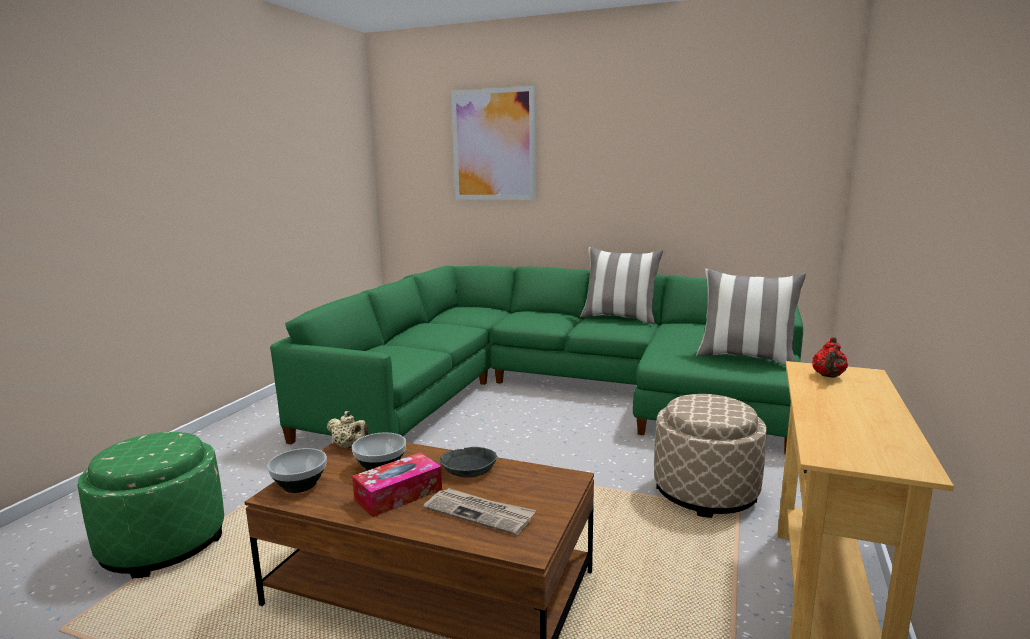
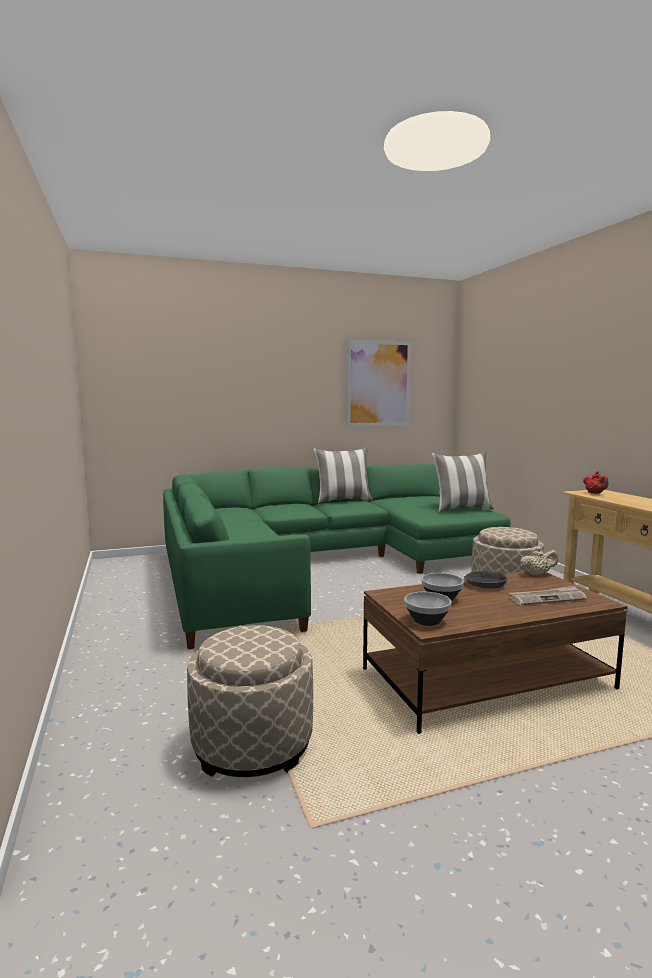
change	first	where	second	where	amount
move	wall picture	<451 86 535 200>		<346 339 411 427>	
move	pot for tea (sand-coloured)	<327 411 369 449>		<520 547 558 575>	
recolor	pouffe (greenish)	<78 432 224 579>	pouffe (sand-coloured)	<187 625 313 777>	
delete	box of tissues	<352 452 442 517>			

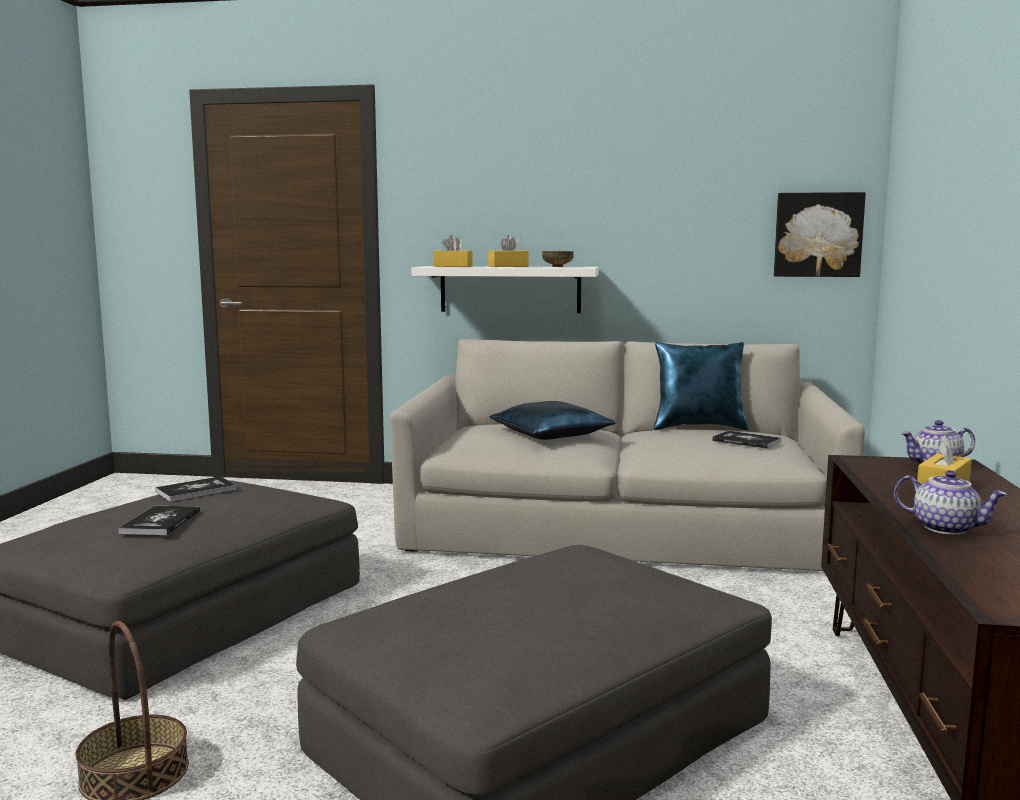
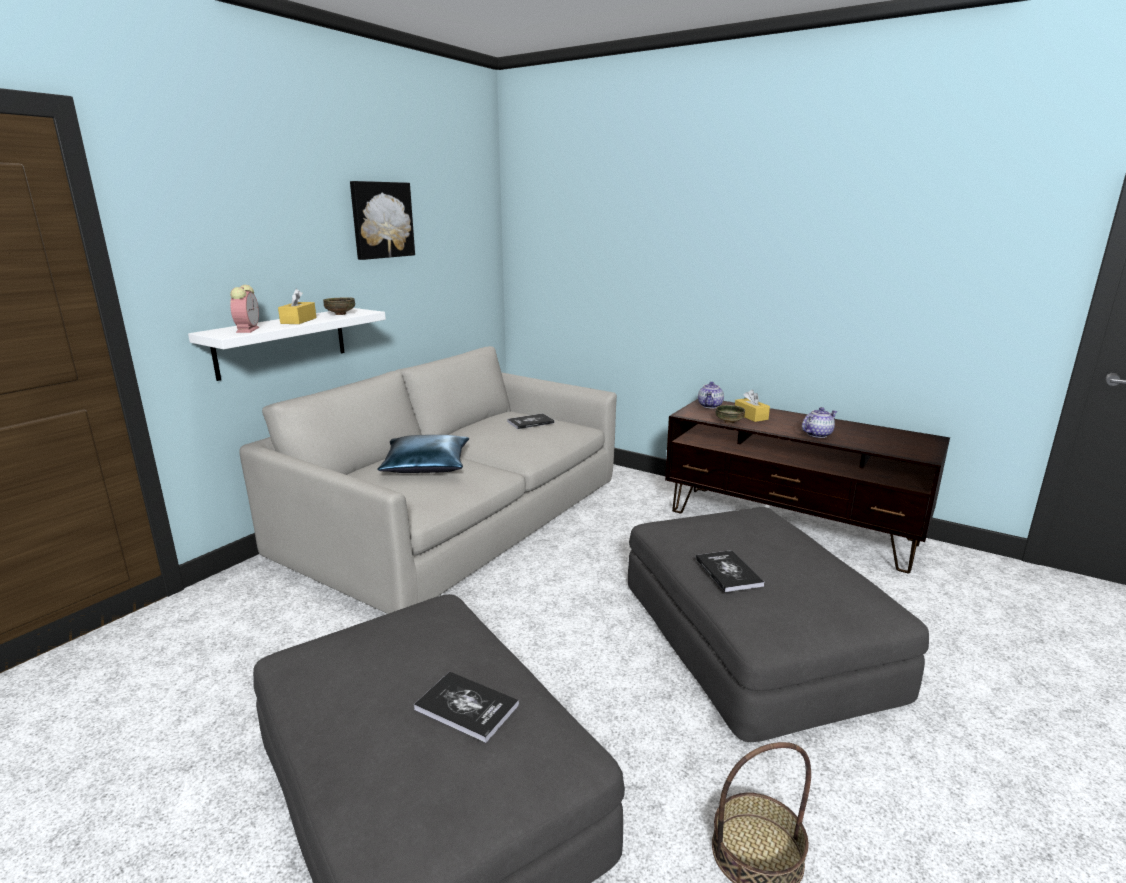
change	first	where	second	where	amount
move	wall picture	<774 192 866 277>		<350 181 415 260>	
replace	box of tissues (yellow)	<433 235 473 267>	alarm clock	<230 285 259 333>	
delete	throw pillow (blue-coloured)	<654 342 749 430>			
move	book	<155 476 237 502>		<696 550 764 592>	
insert			bowl	<716 405 745 424>	

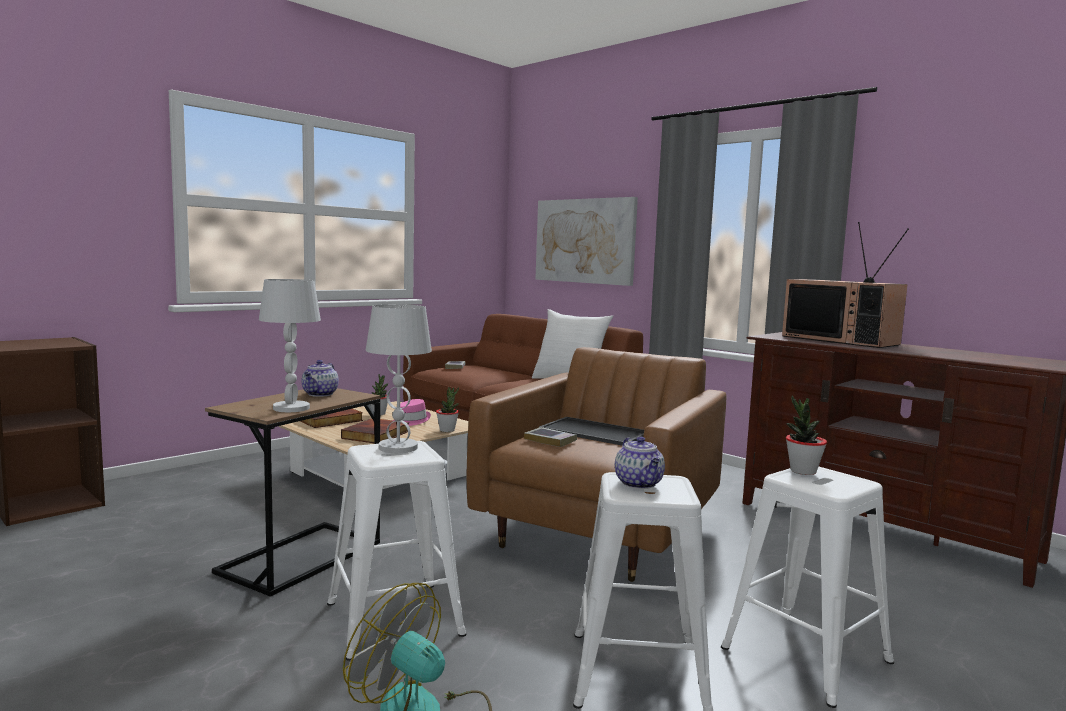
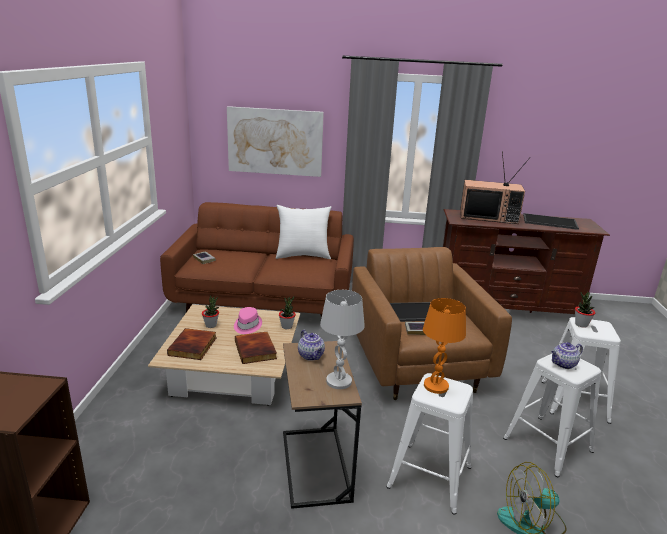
change	first	where	second	where	amount
recolor	table lamp (whitish)	<366 304 432 453>	table lamp (orange-coloured)	<423 298 466 394>	
rotate	pot for tea	<615 436 665 489>		<551 342 583 369>	120 degrees clockwise
insert			tray	<523 213 579 230>	

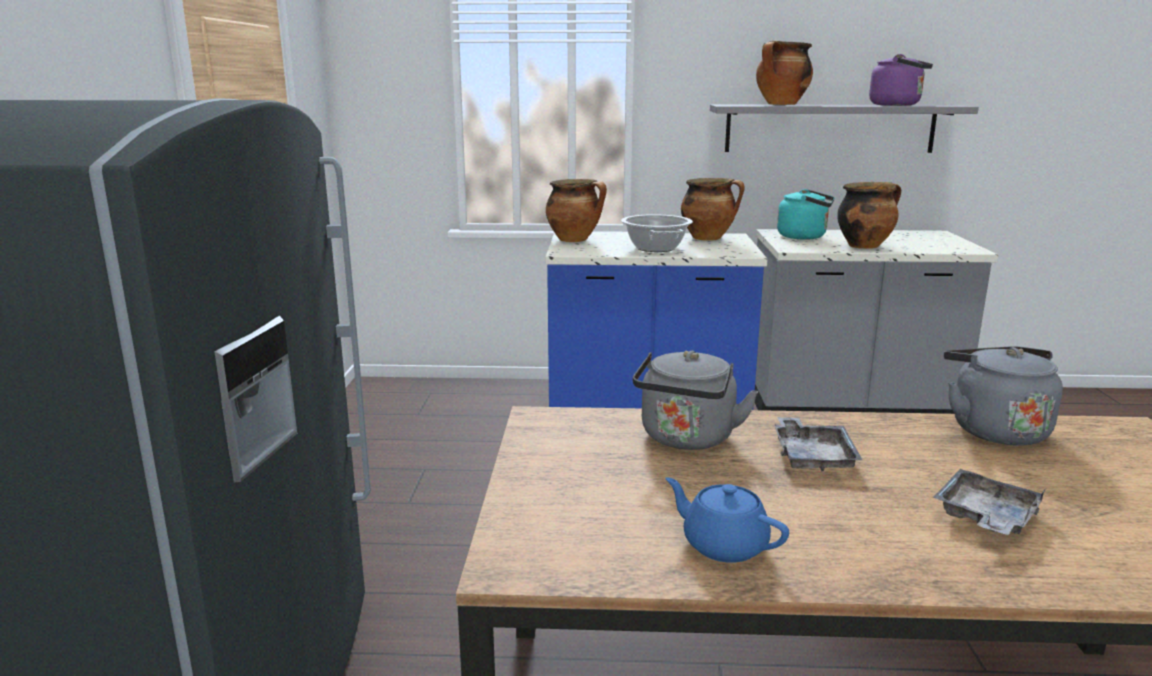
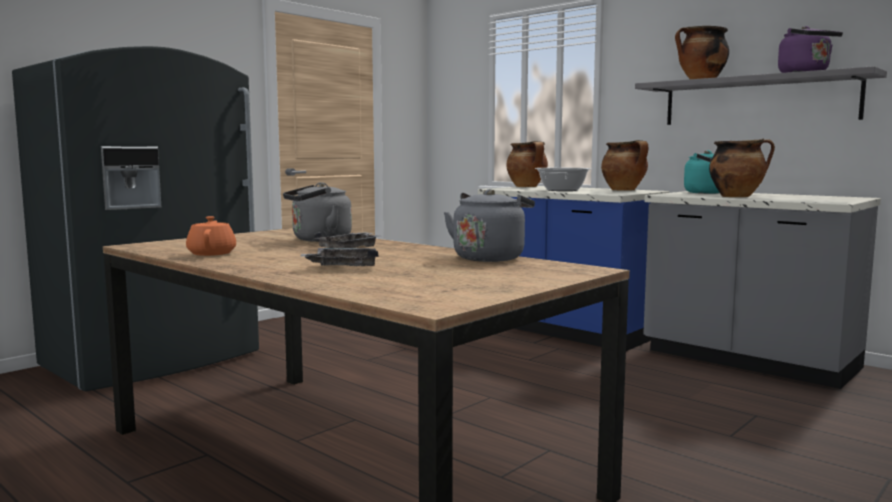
change	first	where	second	where	amount
recolor	pot for tea (blue-coloured)	<665 477 789 563>	pot for tea (orange-coloured)	<186 216 236 256>	

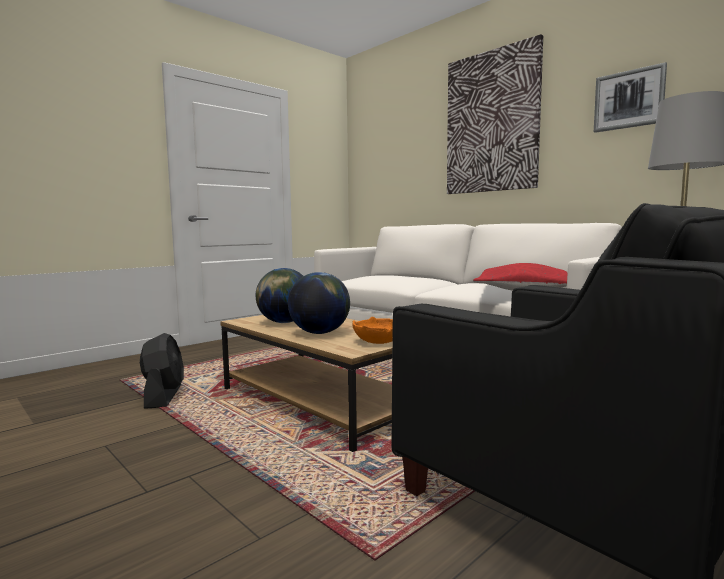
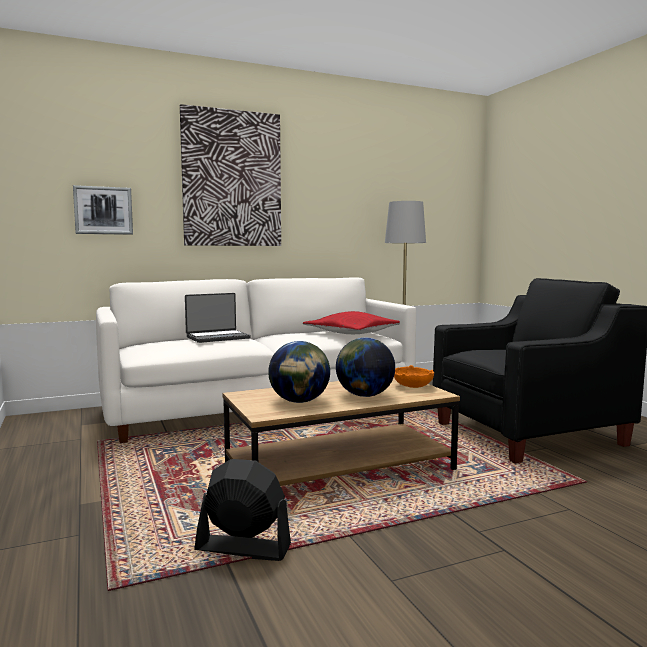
change	first	where	second	where	amount
move	wall picture	<594 62 667 133>		<73 185 133 235>	
insert			laptop	<185 293 251 343>	

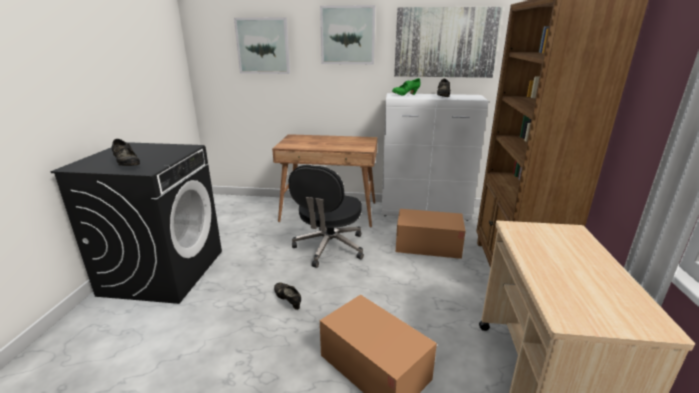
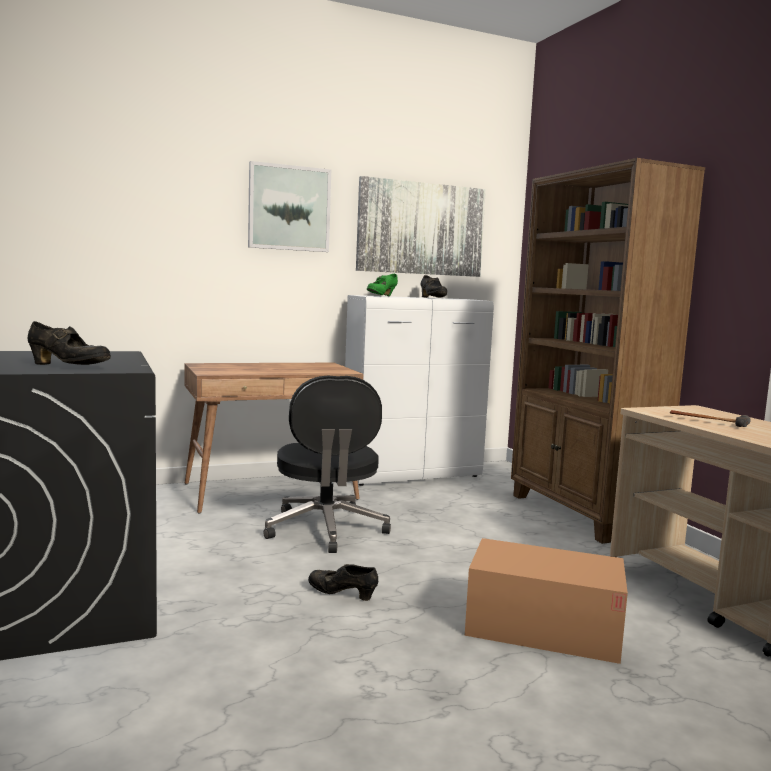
change	first	where	second	where	amount
delete	wall picture	<234 18 290 74>			
delete	cardboard box	<396 209 466 259>			
insert			hand hammer	<670 410 751 427>	

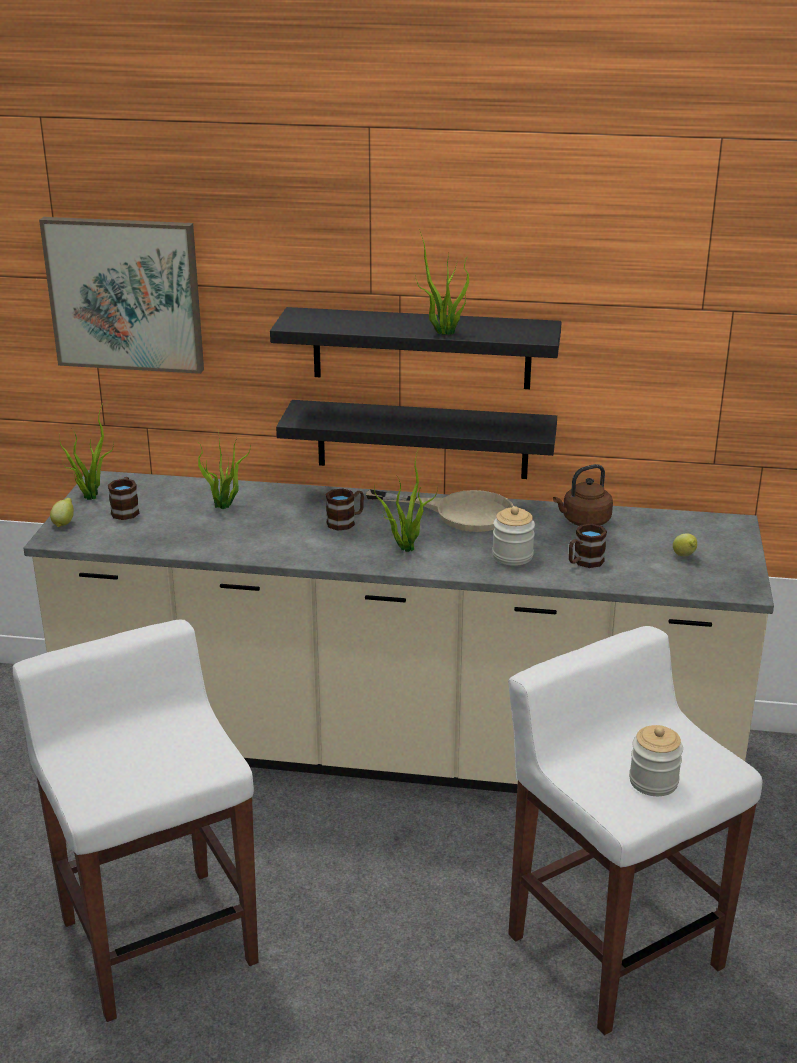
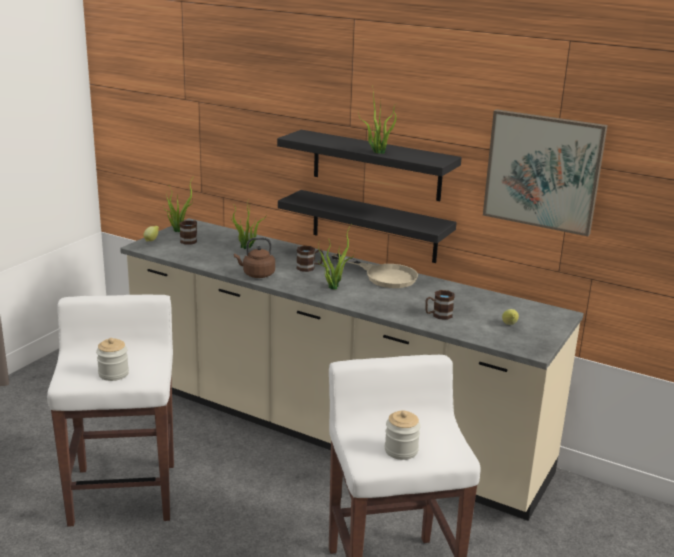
change	first	where	second	where	amount
move	wall picture	<39 217 204 374>		<483 109 608 236>	
move	kettle (brown)	<553 464 613 526>		<234 237 275 278>	
move	storage jar	<492 506 535 566>		<96 338 129 381>	

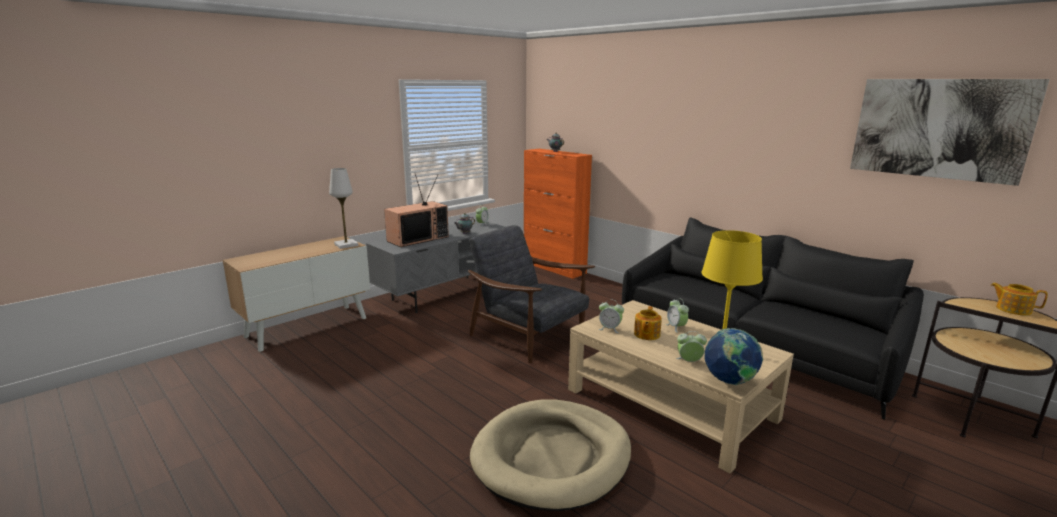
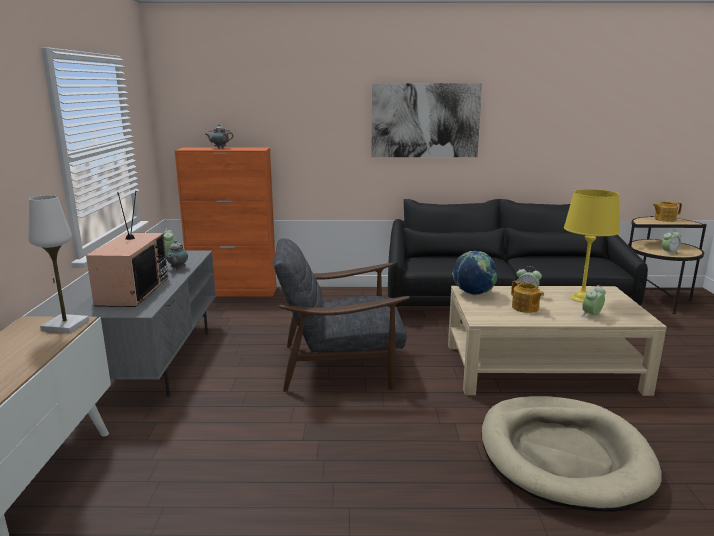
change	first	where	second	where	amount
move	wall picture	<850 79 1050 186>		<371 83 482 157>	
move	alarm clock	<598 299 624 333>		<662 229 681 256>	
move	world globe	<705 328 763 385>		<452 251 498 295>	

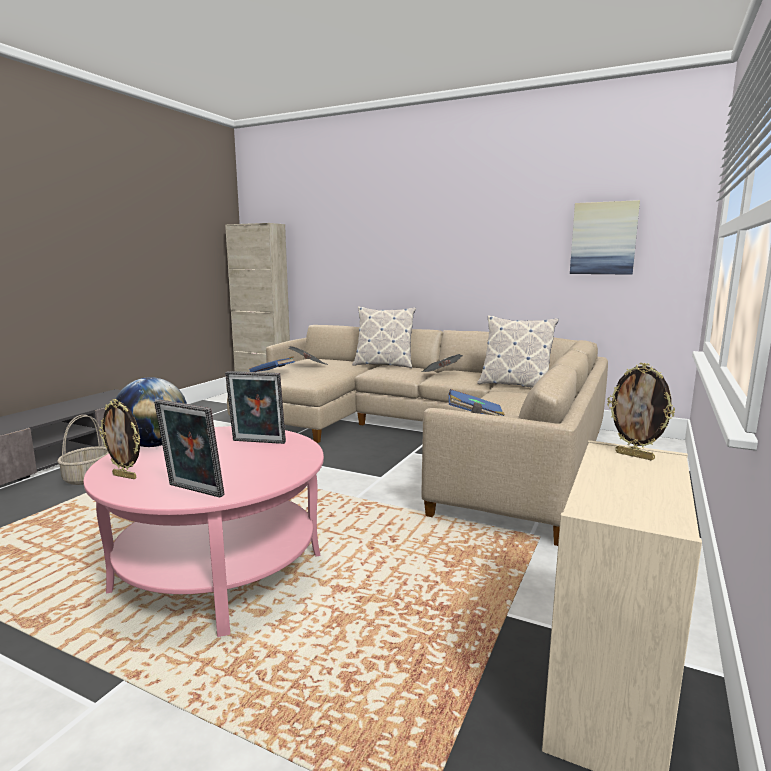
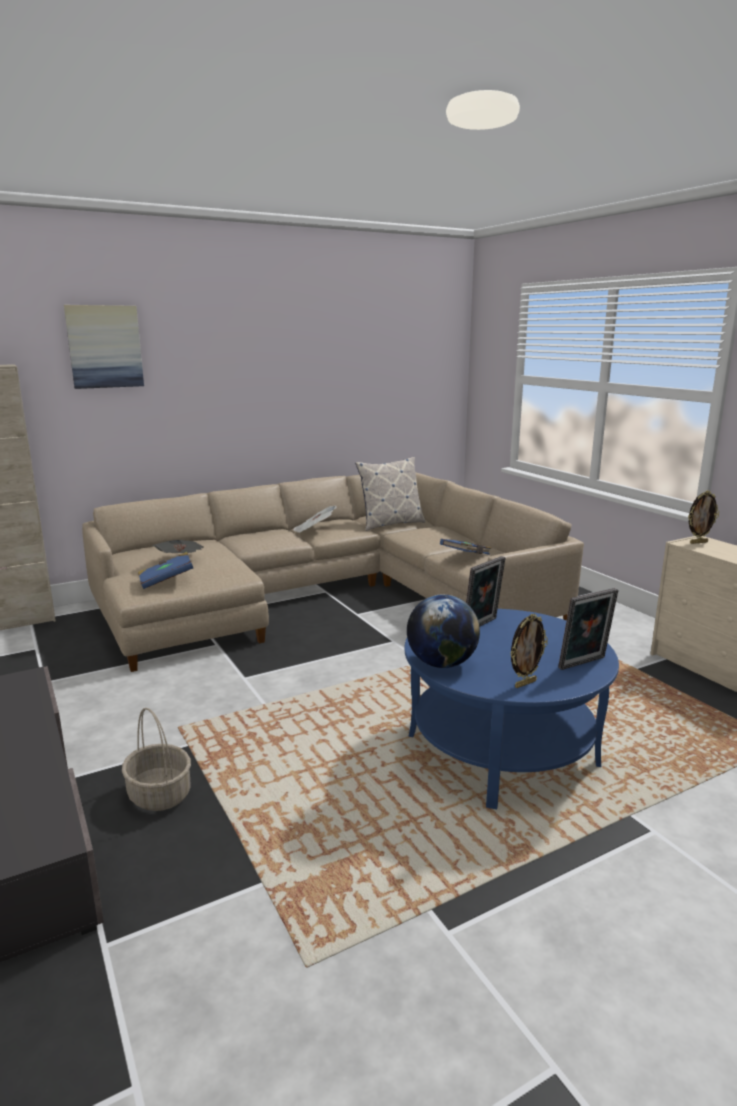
change	first	where	second	where	amount
move	wall picture	<570 200 640 275>		<64 305 144 389>	
delete	throw pillow	<352 306 416 368>			
recolor	coffee table (pink-coloured)	<83 426 324 637>	coffee table (blue-coloured)	<404 609 619 809>	

